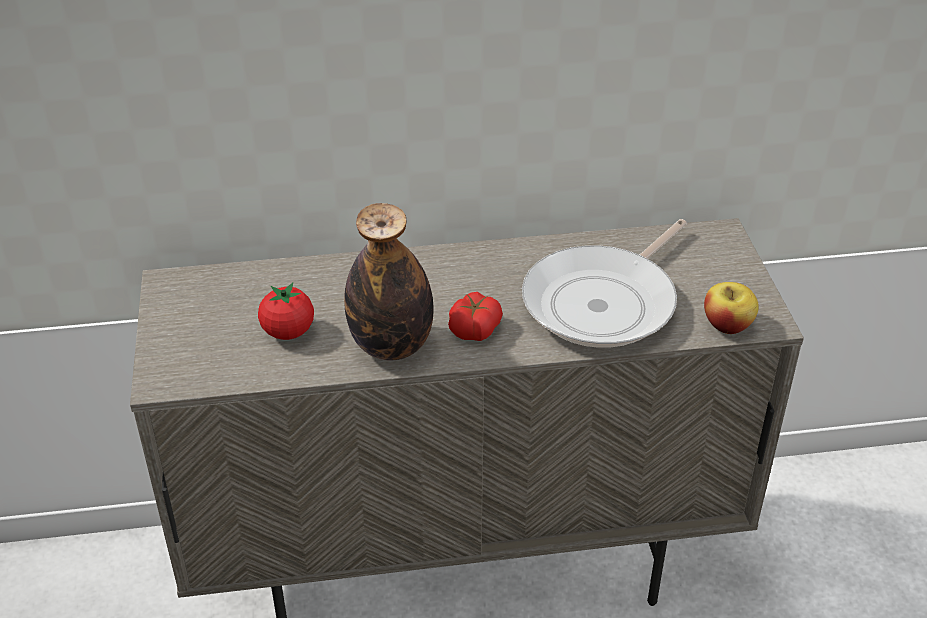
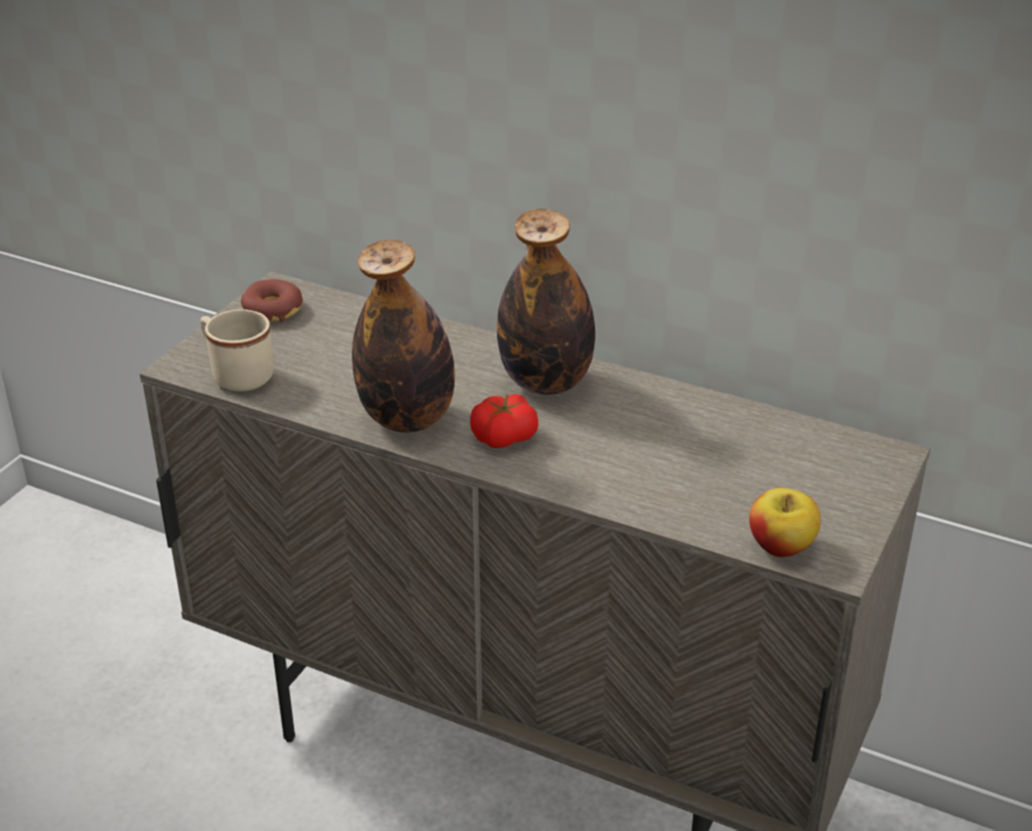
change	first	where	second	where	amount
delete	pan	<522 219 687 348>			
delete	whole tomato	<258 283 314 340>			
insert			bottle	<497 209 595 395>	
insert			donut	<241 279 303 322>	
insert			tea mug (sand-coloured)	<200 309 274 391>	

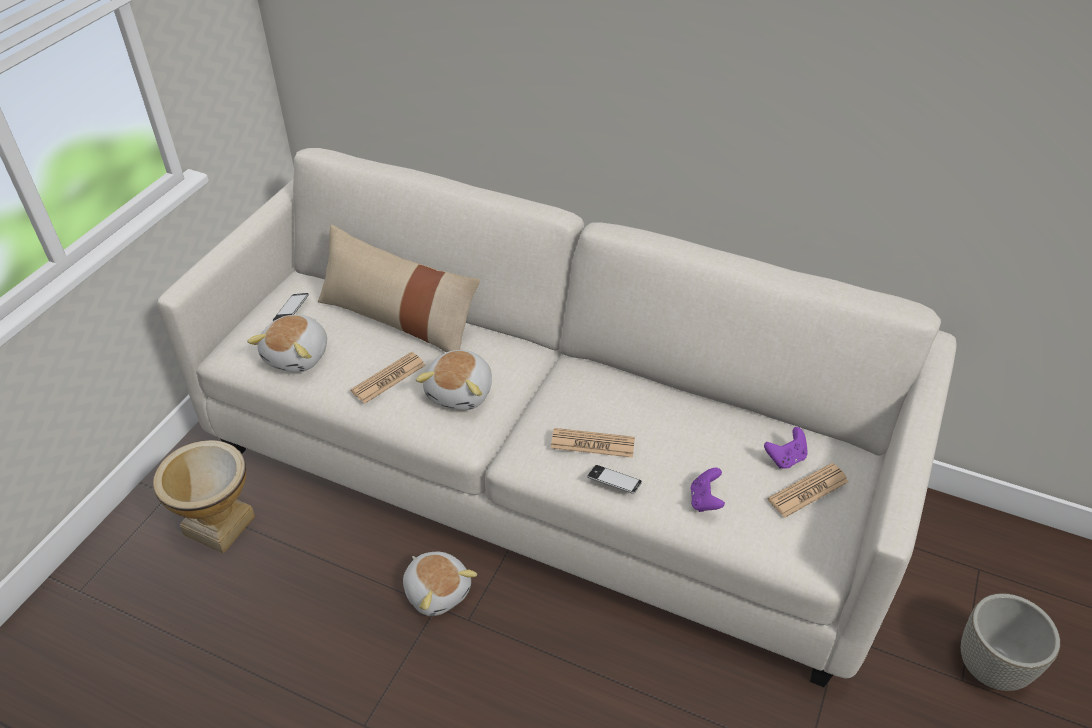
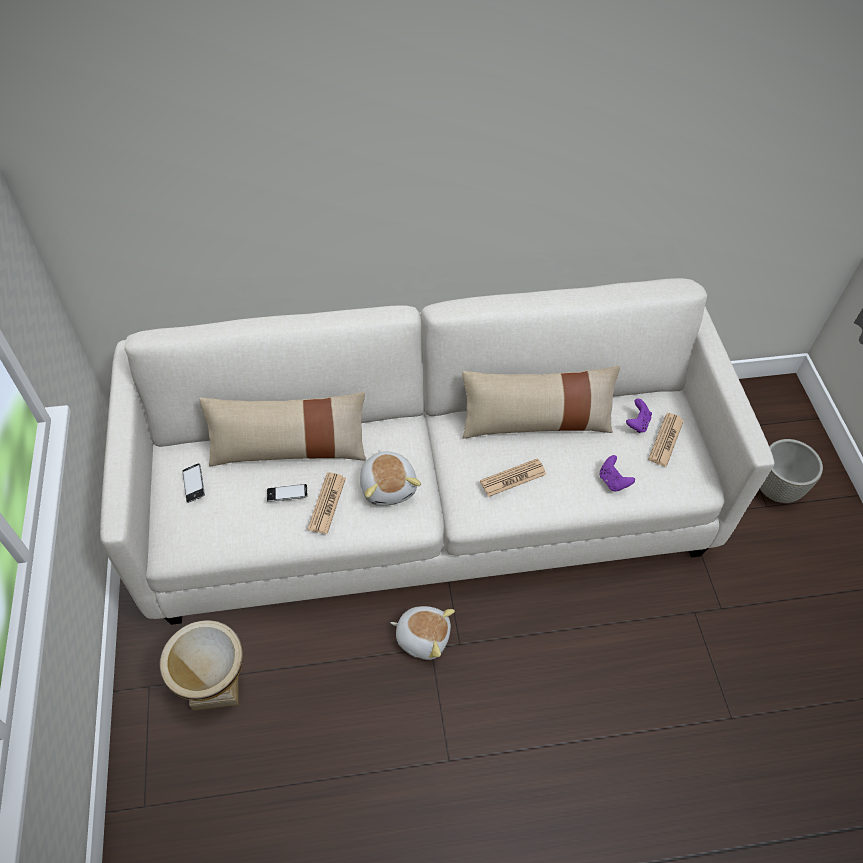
change	first	where	second	where	amount
delete	cuddly toy	<247 315 327 372>			
move	phone	<587 465 642 494>		<267 484 308 502>	
insert			throw pillow (sand-coloured)	<462 366 620 439>	

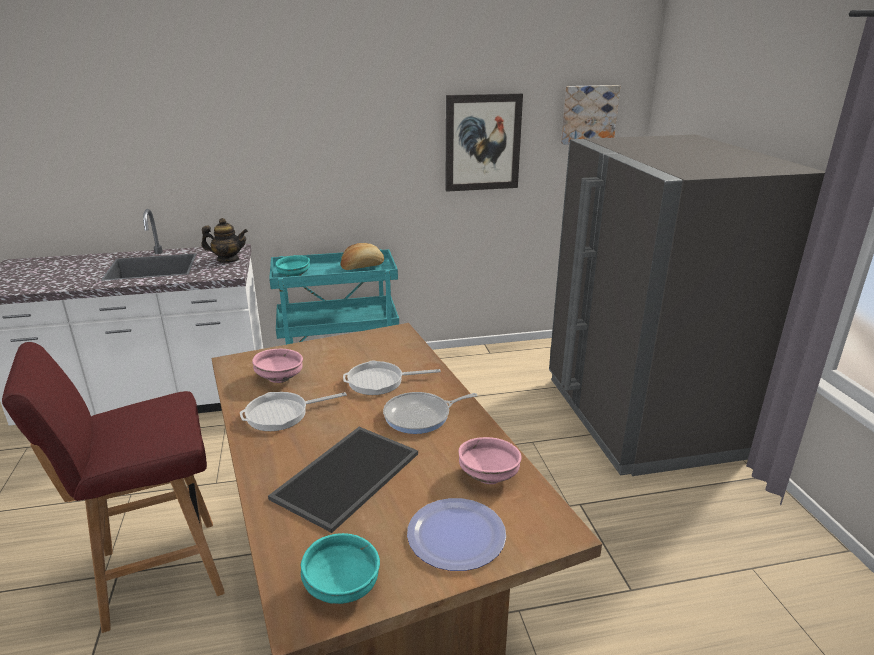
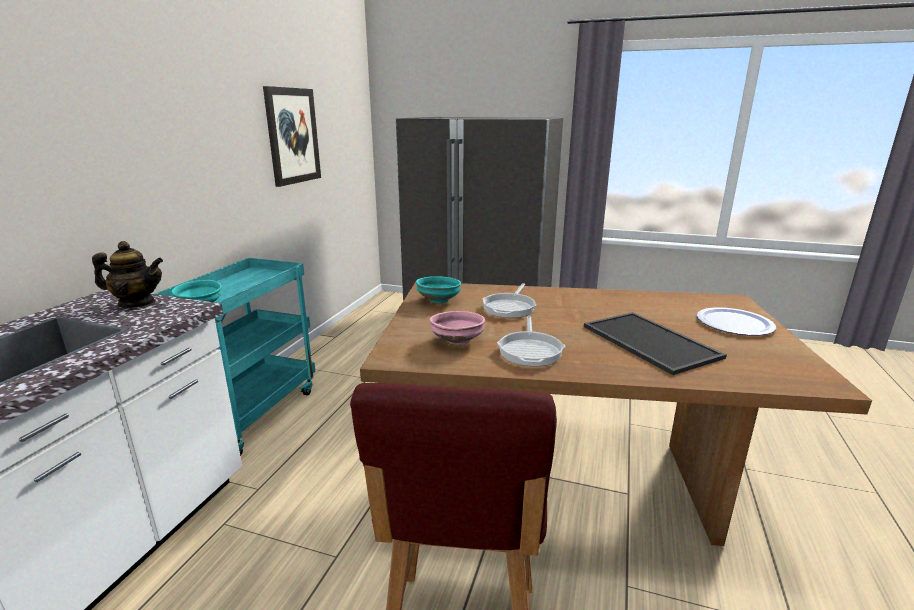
change	first	where	second	where	amount
delete	wall picture	<561 85 620 145>			
rotate	pot for tea	<201 218 248 263>		<92 241 163 308>	60 degrees clockwise
delete	bakery bread	<341 243 384 270>			
delete	pan	<383 392 477 434>			
delete	bowl (pink-coloured)	<459 437 522 484>			
move	bowl (blue-green)	<301 533 380 604>		<416 276 461 303>	

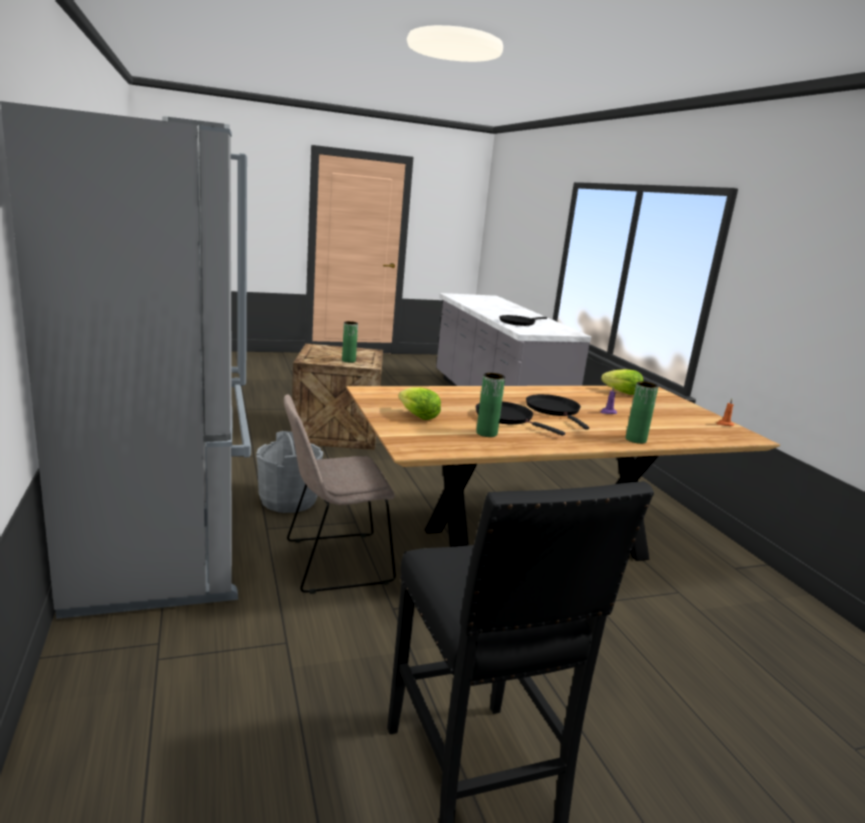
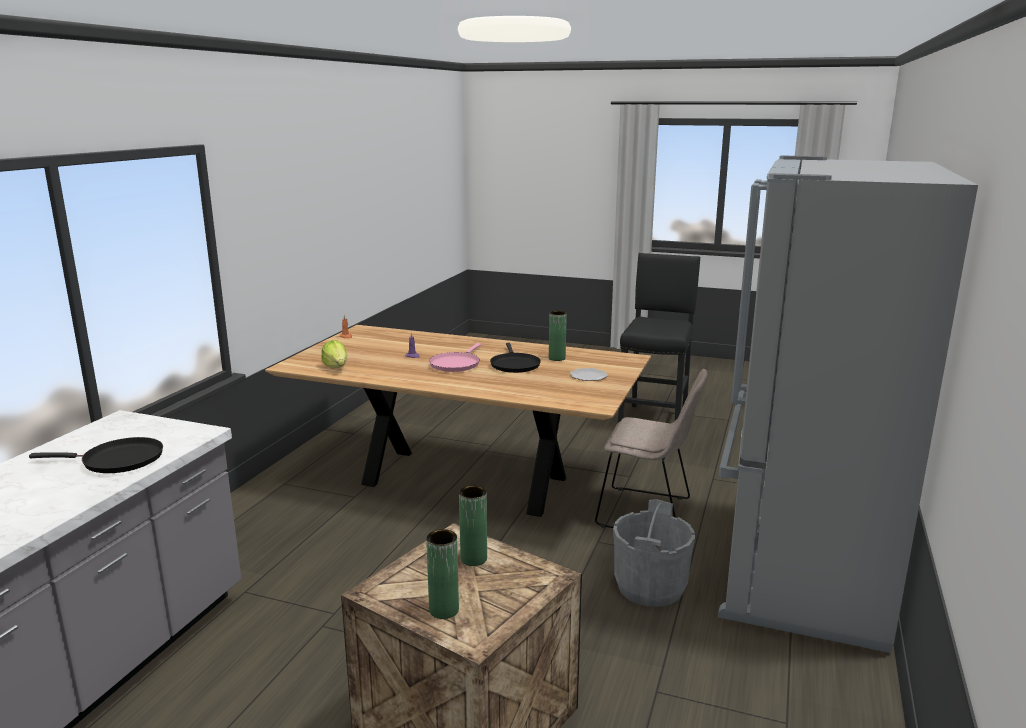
change	first	where	second	where	amount
move	vase (greenish)	<626 381 658 444>		<426 529 459 619>	
replace	lettuce head	<398 387 441 420>	dinner plate	<570 368 608 381>	
recolor	pan (black-coloured)	<526 394 589 429>	pan (pink-coloured)	<429 343 481 372>	

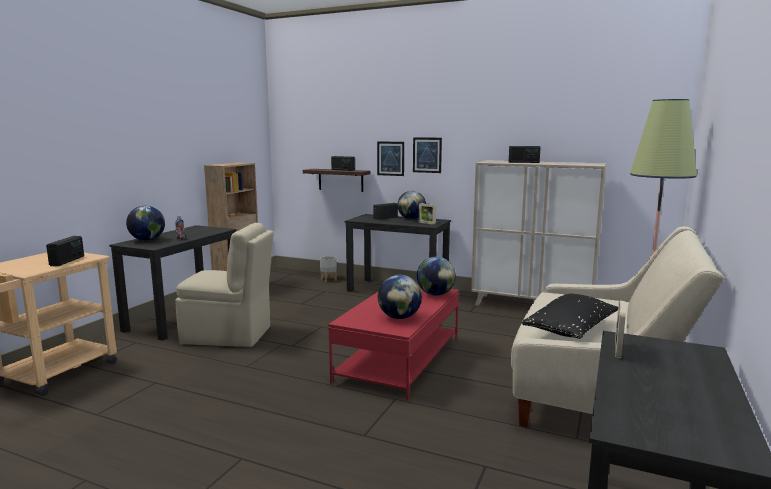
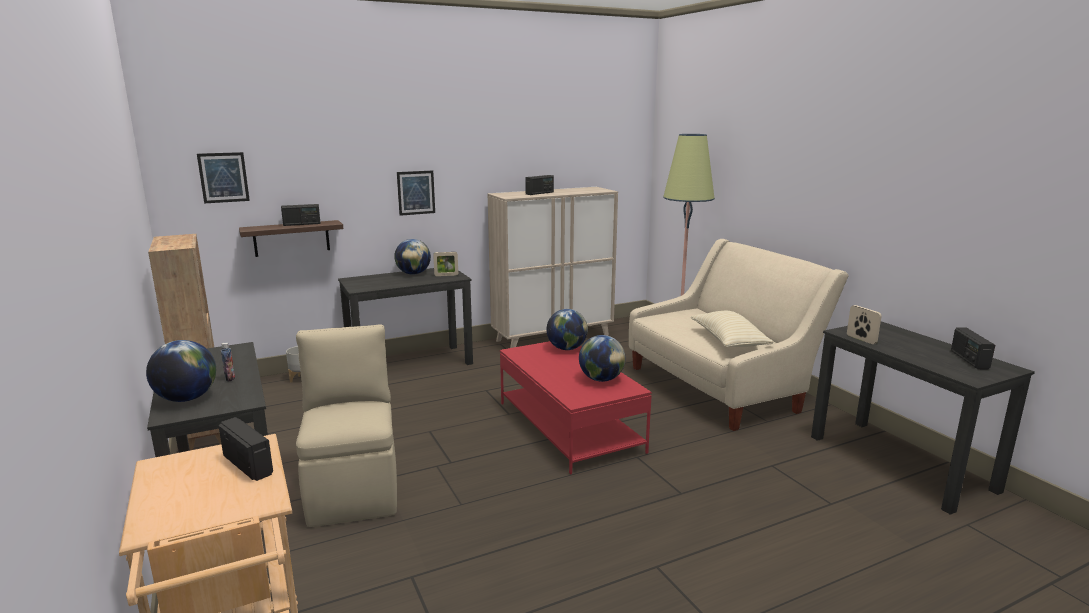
change	first	where	second	where	amount
move	wall picture	<377 141 404 176>		<197 152 250 203>	
move	radio receiver	<373 203 398 220>		<951 327 995 370>	
rotate	upright chair (sand-coloured)	<175 223 274 347>		<296 324 397 527>	60 degrees counterclockwise
recolor	throw pillow (black-coloured)	<522 294 618 339>	throw pillow (sand-coloured)	<691 311 774 347>	

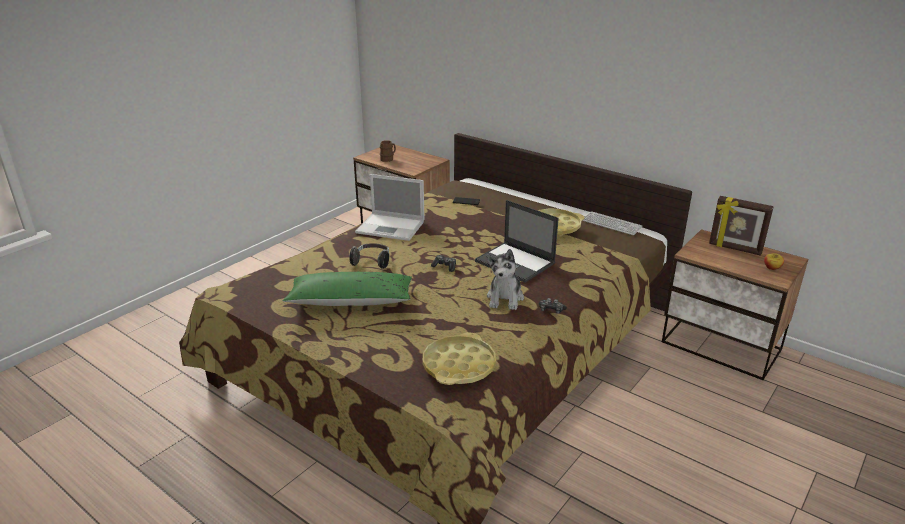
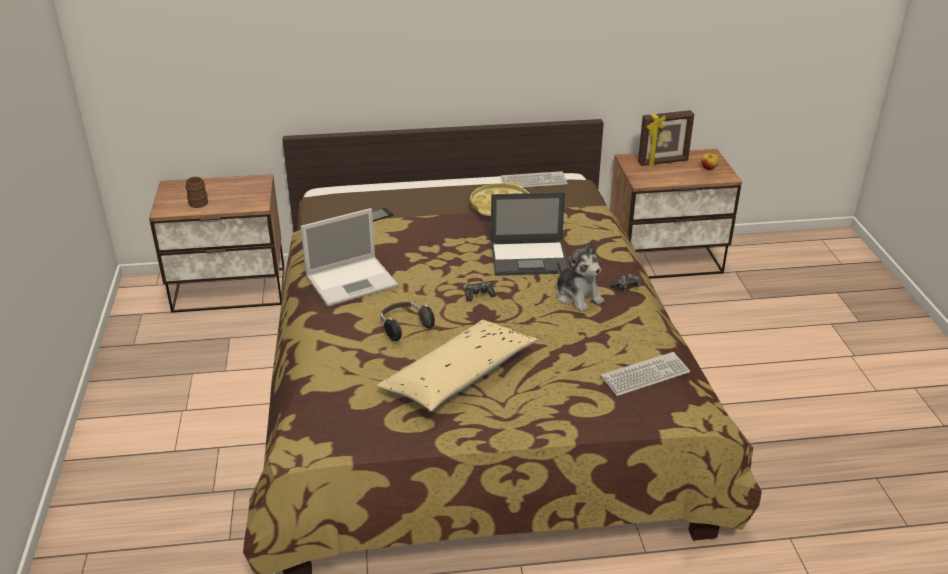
change	first	where	second	where	amount
recolor	throw pillow (greenish)	<283 272 412 306>	throw pillow (sand-coloured)	<377 320 538 411>	
replace	tray (yellow)	<423 332 496 385>	keyboard	<601 352 690 396>	

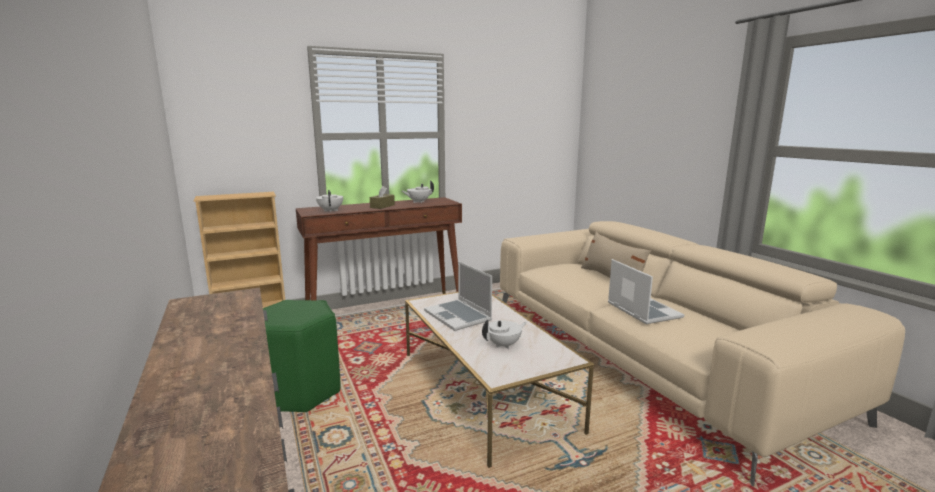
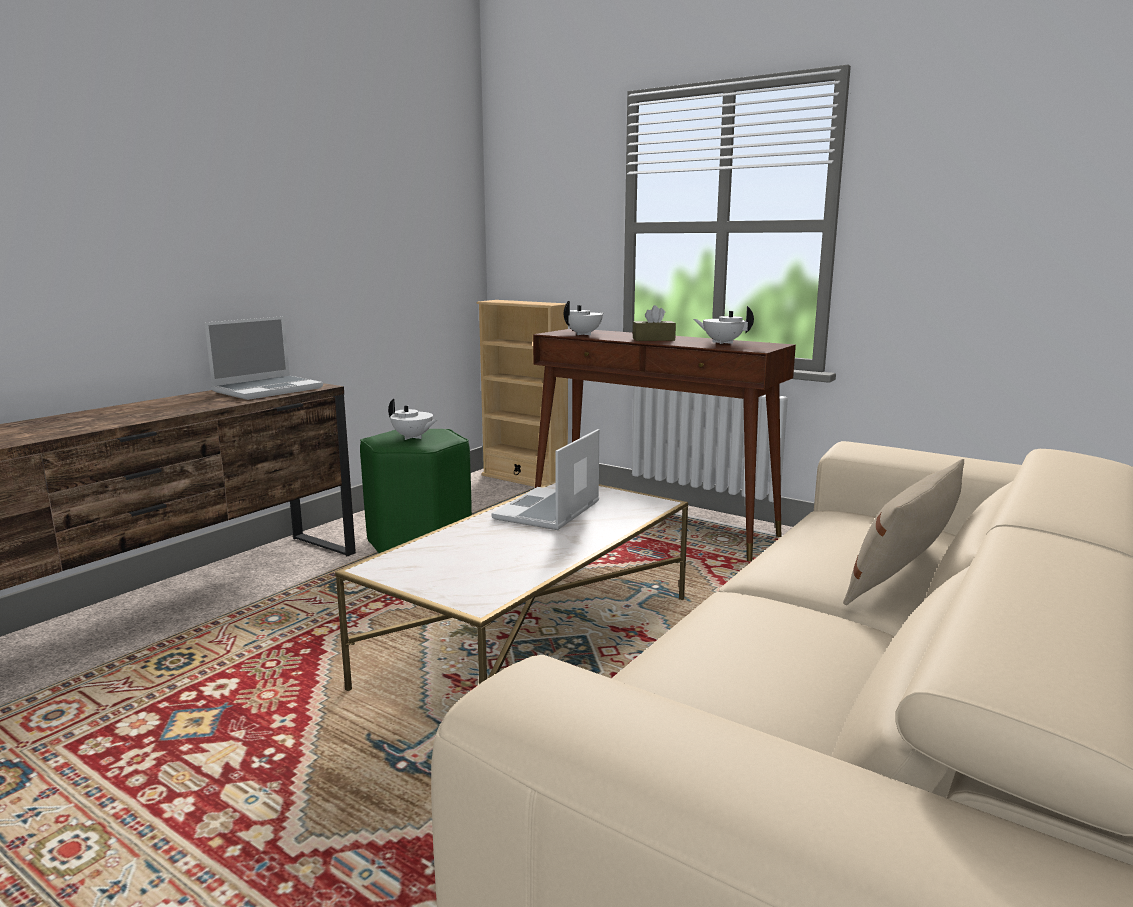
change	first	where	second	where	amount
move	laptop	<608 259 684 324>		<204 316 323 400>	
move	pot for tea (whitish)	<482 320 527 349>		<388 399 438 440>	

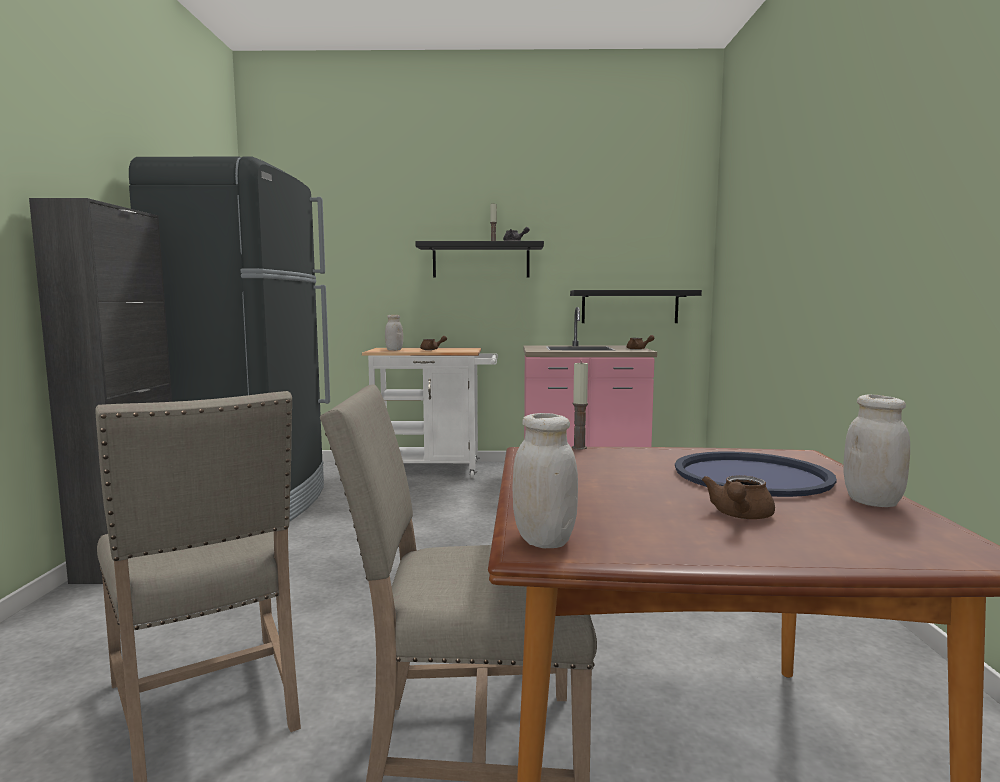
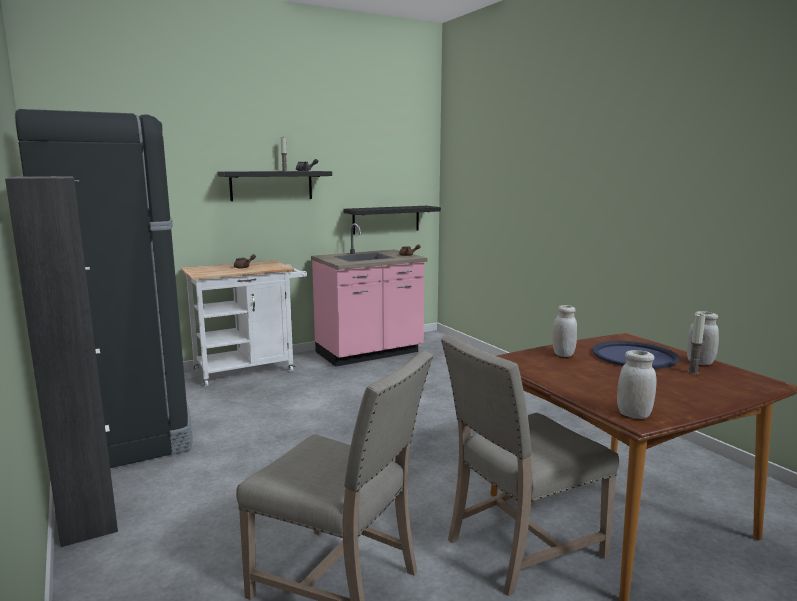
change	first	where	second	where	amount
move	storage jar (whitish)	<385 315 403 351>		<552 305 577 357>	
move	wax light	<572 362 588 450>		<687 314 705 374>	
delete	pot for tea (brown)	<702 475 775 519>			

